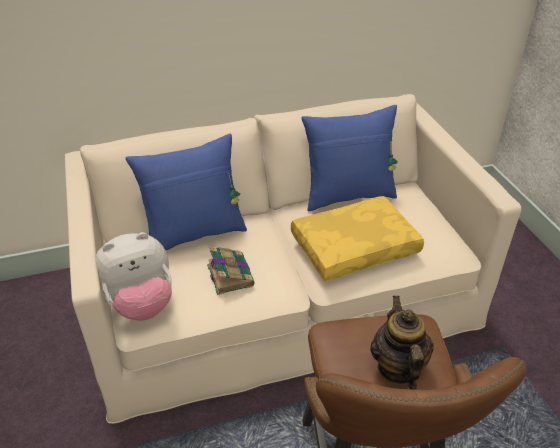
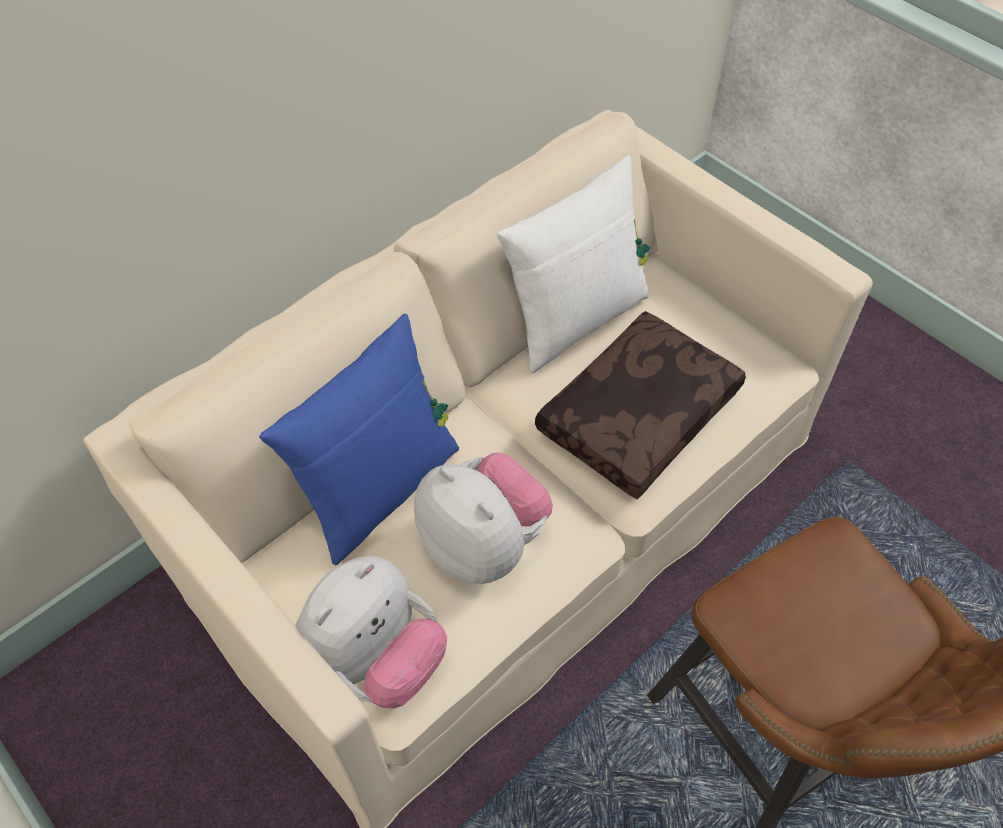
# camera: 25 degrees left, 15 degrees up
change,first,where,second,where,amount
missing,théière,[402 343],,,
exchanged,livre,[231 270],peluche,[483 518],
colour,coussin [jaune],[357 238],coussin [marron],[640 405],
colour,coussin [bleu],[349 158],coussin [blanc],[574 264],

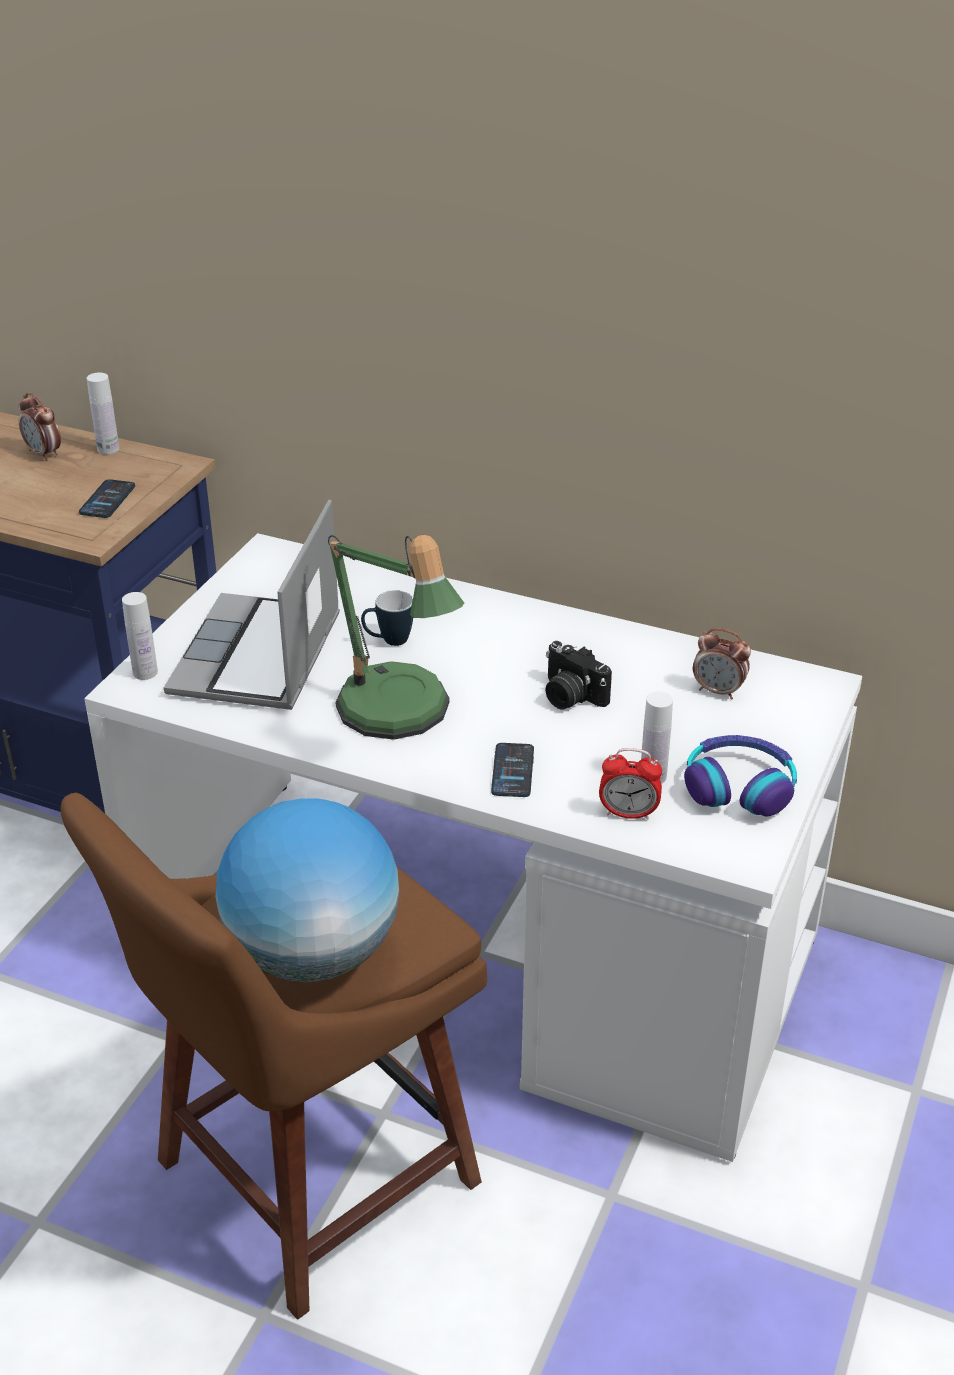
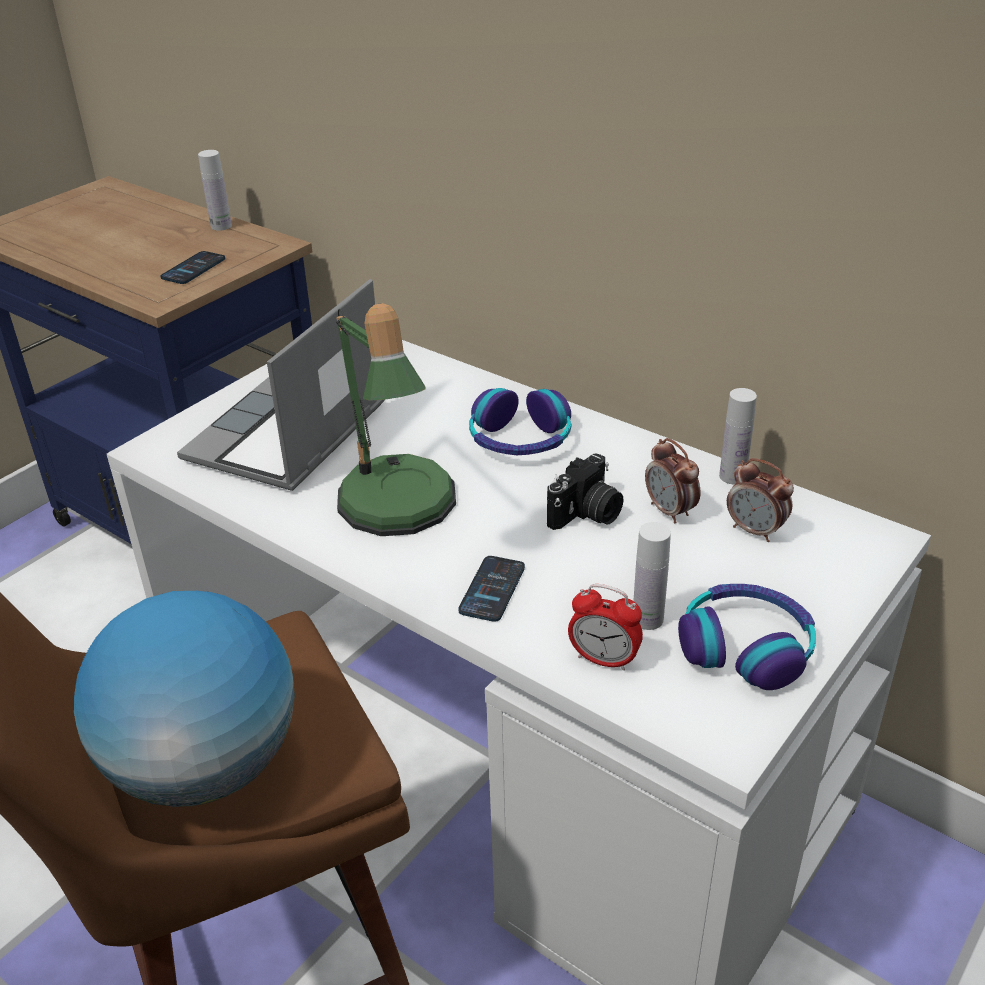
# camera: 15 degrees right, 0 degrees up
change,first,where,second,where,amount
missing,mug,[387 618],,,
appeared,,,casque audio,[520 421],
relocated,réveil,[40 427],,[673 481],
relocated,bouteille [blanc],[140 636],,[738 436],
spun,appareil photo,[578 675],,[585 492],105 degrees counterclockwise

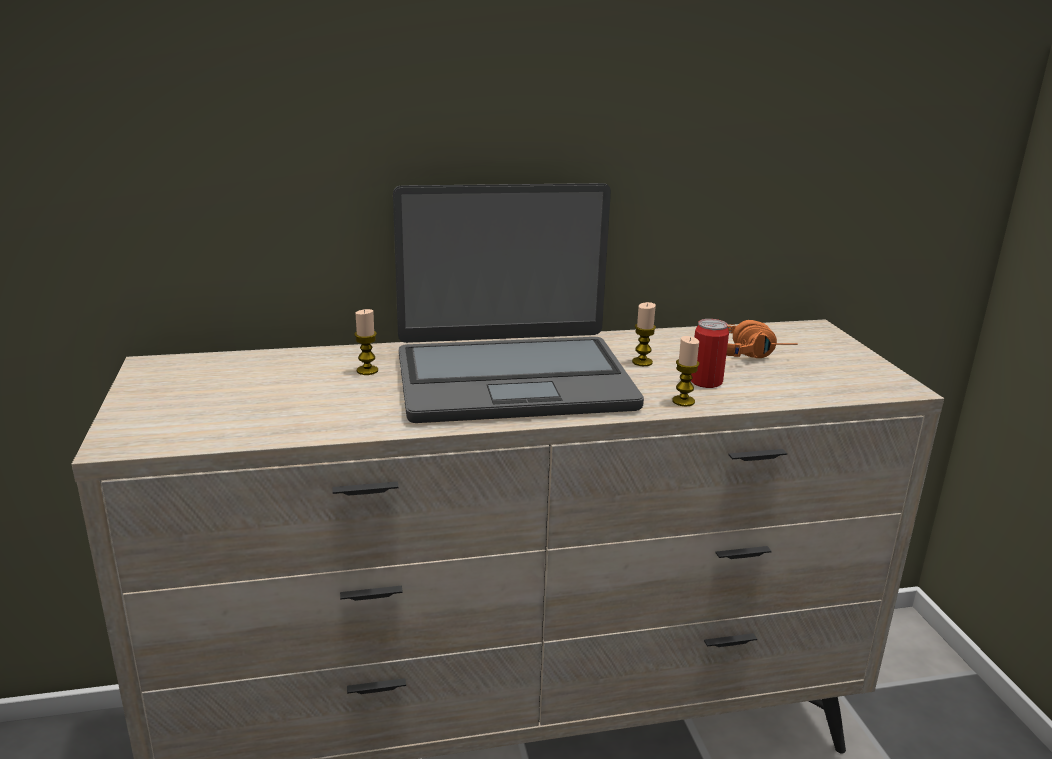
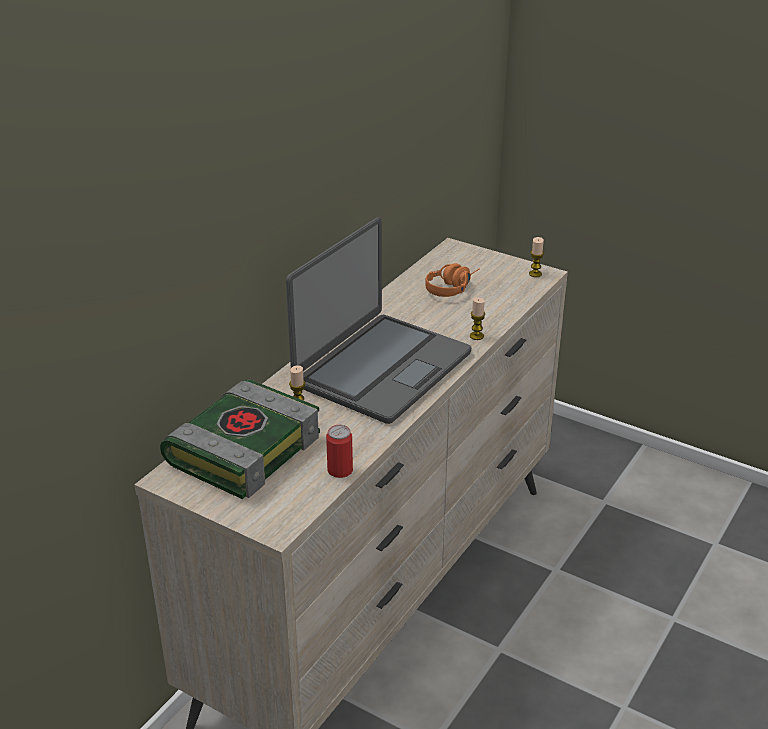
# camera: 45 degrees left, 10 degrees up
change,first,where,second,where,amount
appeared,,,livre,[240 439],
relocated,bougie,[644 334],,[536 257],
relocated,boîte métallique,[710 353],,[339 451],

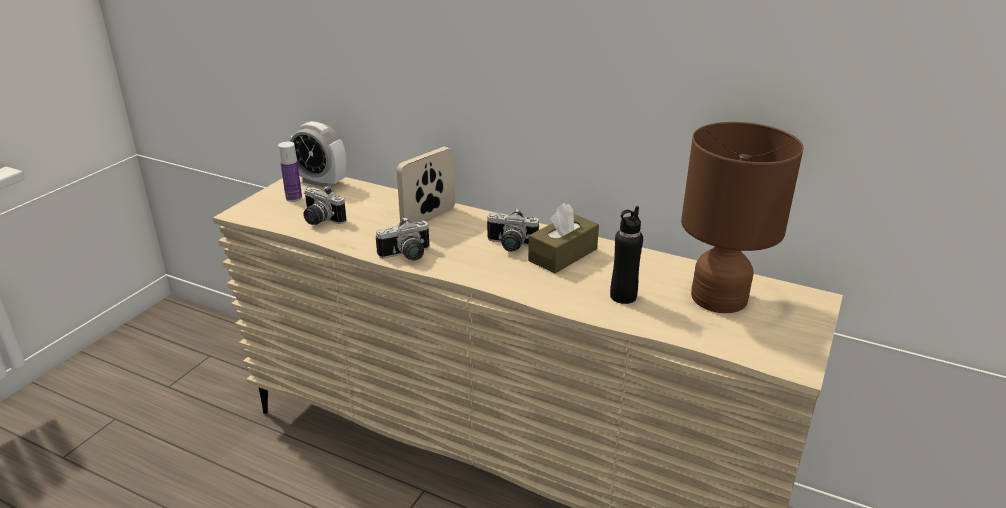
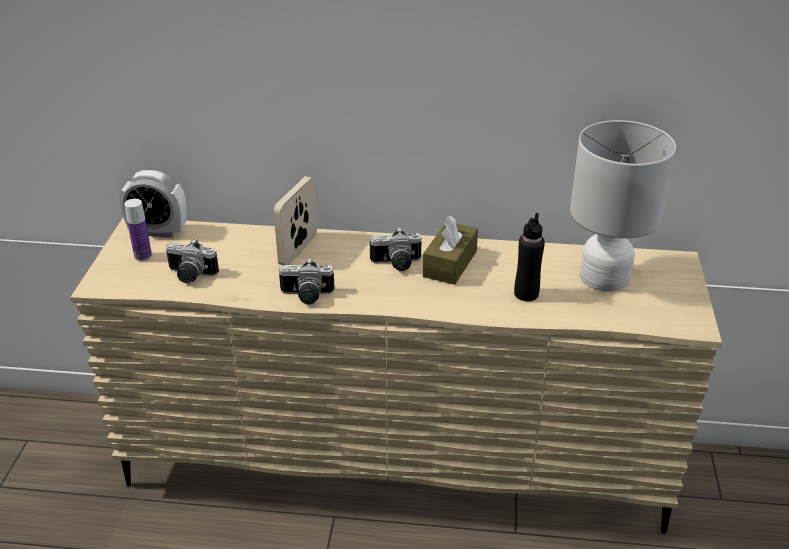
# camera: 20 degrees left, 5 degrees up
change,first,where,second,where,amount
colour,lampe de table [marron],[742 217],lampe de table [gris],[623 206],
spun,appareil photo,[402 239],,[307 281],45 degrees clockwise

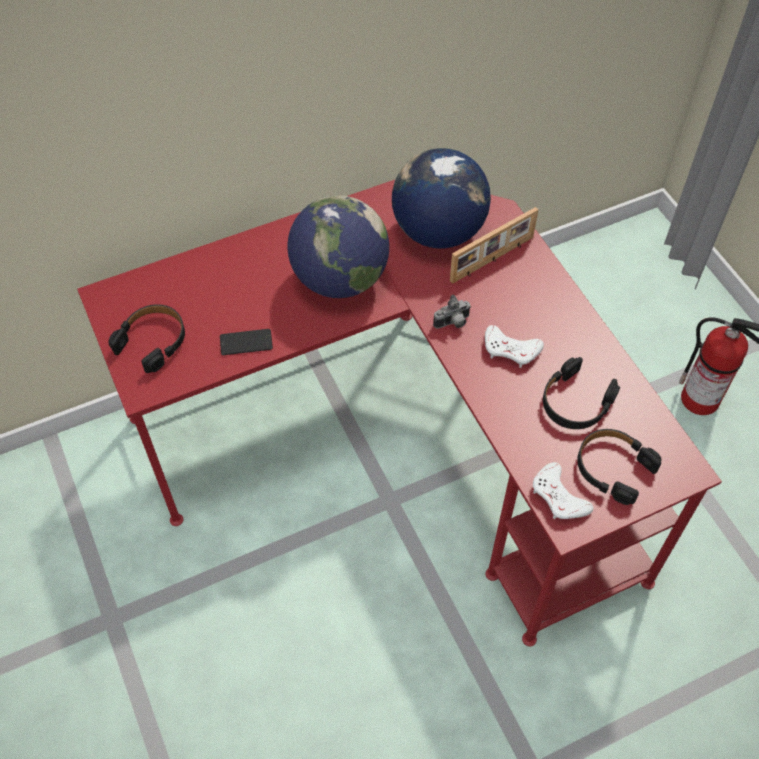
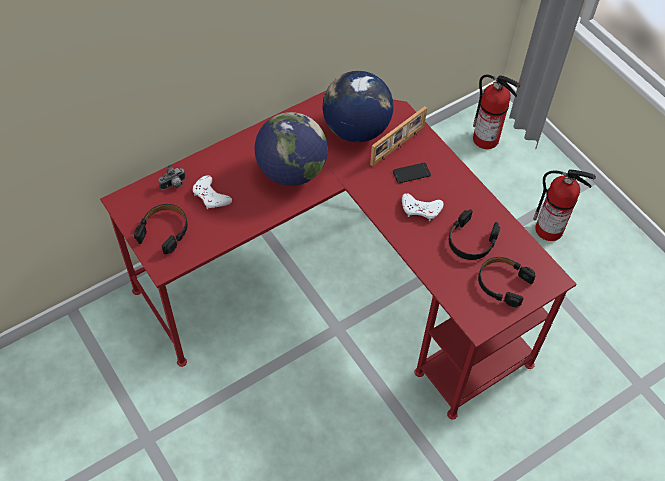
# camera: 10 degrees left, 0 degrees up
change,first,where,second,where,amount
appeared,,,extincteur,[496 112],
relocated,téléphone,[246 342],,[412 173],
relocated,appareil photo,[452 311],,[172 177],
relocated,manette [blanc],[563 490],,[212 192],

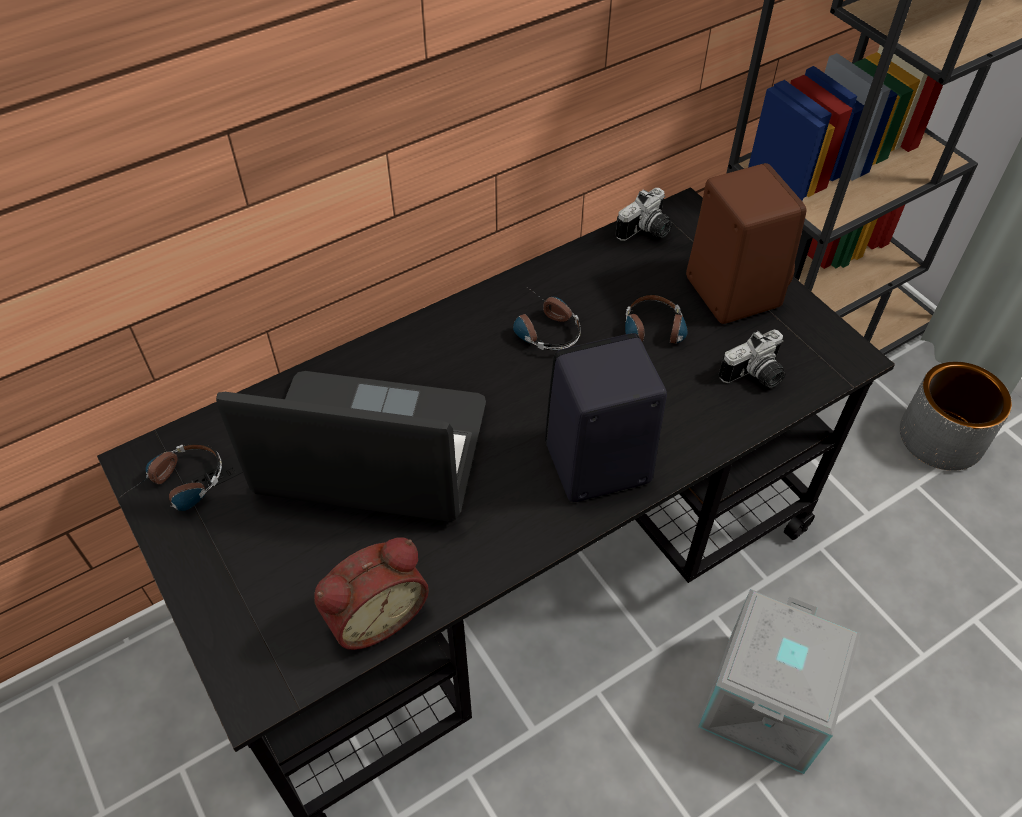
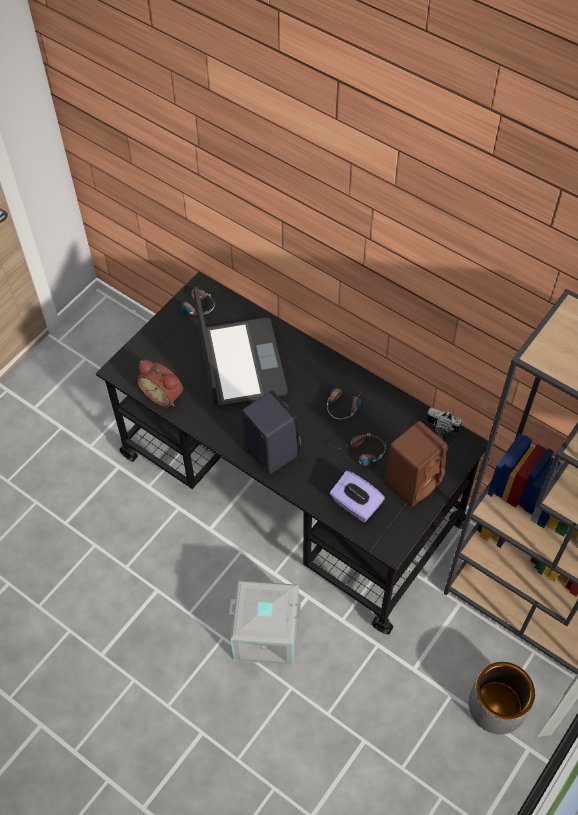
# camera: 70 degrees right, 5 degrees up
change,first,where,second,where,amount
exchanged,appareil photo,[751 359],boîte à mouchoirs [violet],[357 496],

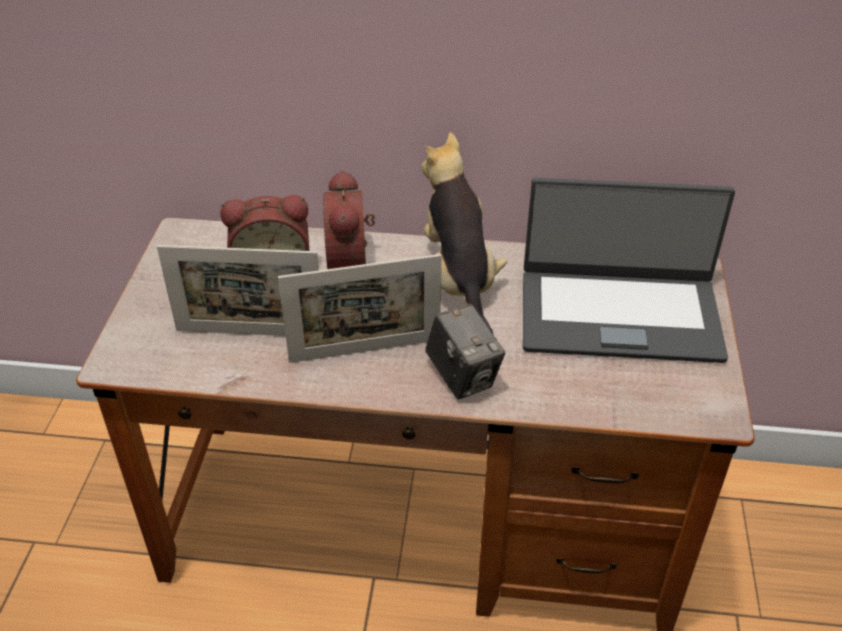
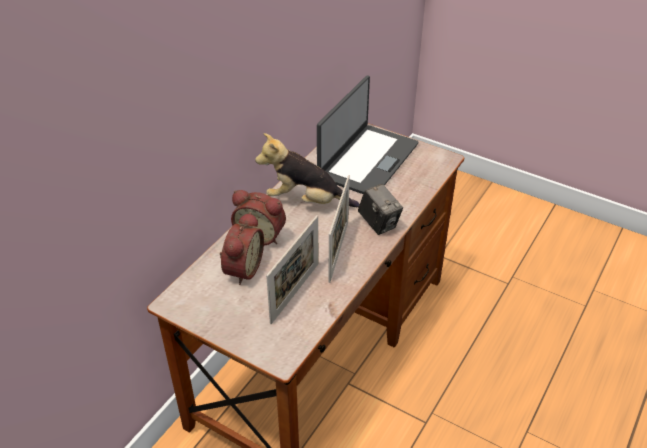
# camera: 65 degrees left, 0 degrees up
change,first,where,second,where,amount
spun,appareil photo,[465 352],,[380 209],60 degrees clockwise

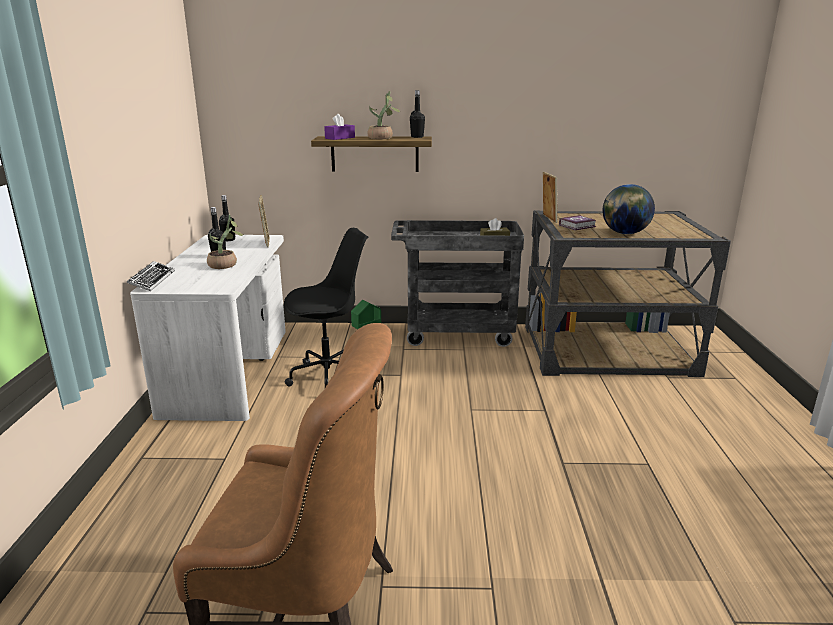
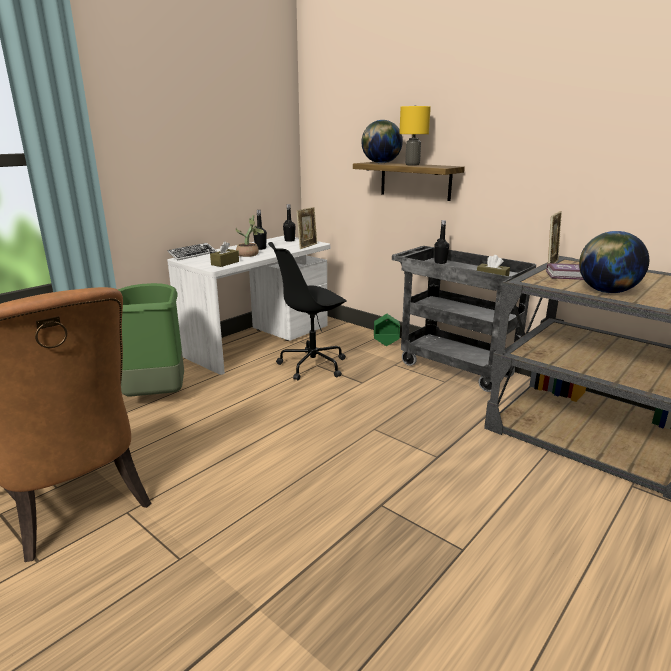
# camera: 40 degrees right, 0 degrees up
change,first,where,second,where,amount
appeared,,,poubelle [vert],[151 339],
appeared,,,boîte à mouchoirs [marron],[224 254],
relocated,bouteille [noir],[417 114],,[441 242],
exchanged,boîte à mouchoirs [violet],[339 127],globe,[382 141],
exchanged,plante en pot,[384 115],lampe de table [jaune],[415 135],
spun,chaise de bureau [noir],[326 307],,[307 311],135 degrees clockwise

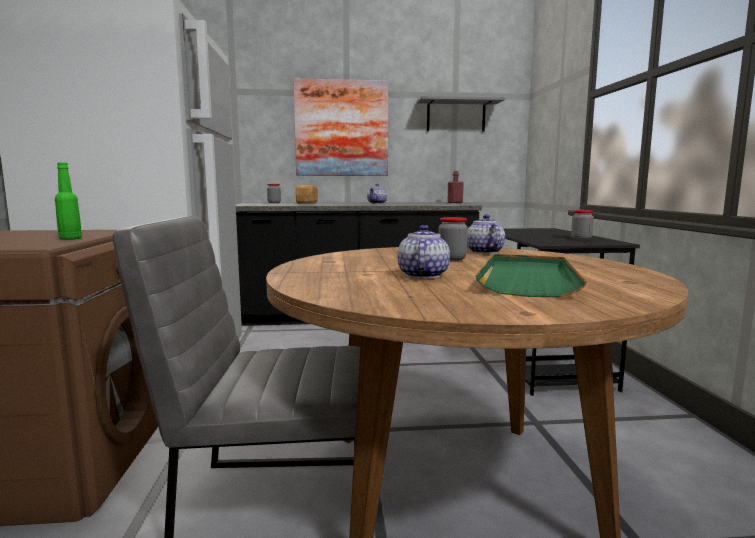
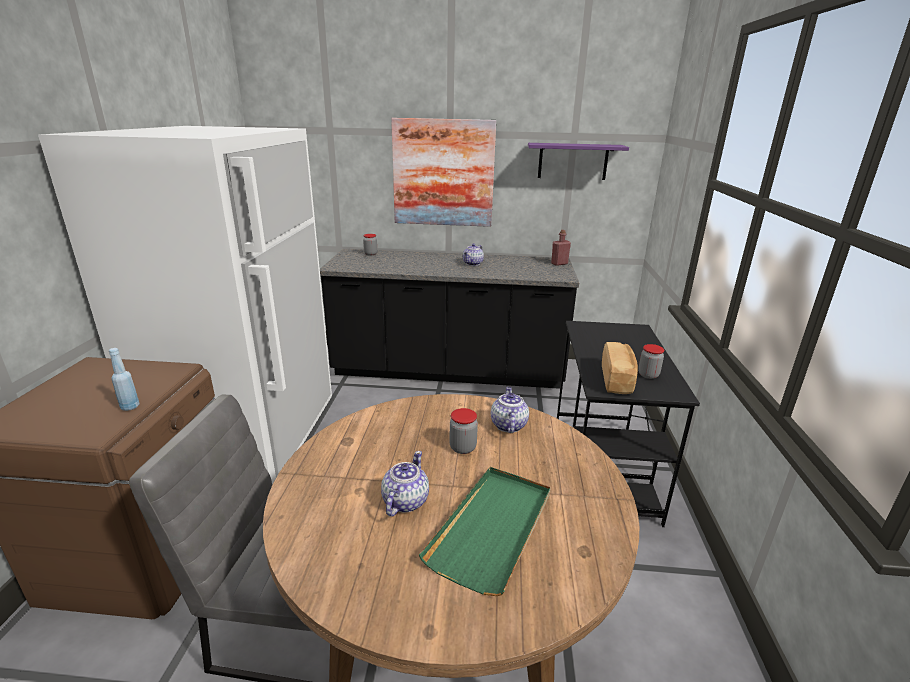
# camera: 10 degrees right, 15 degrees up
change,first,where,second,where,amount
relocated,pain,[307 194],,[620 368],
colour,bouteille [vert],[68 201],bouteille [bleu],[124 379],
colour,étagère [gris],[460 114],étagère [violet],[578 161],

